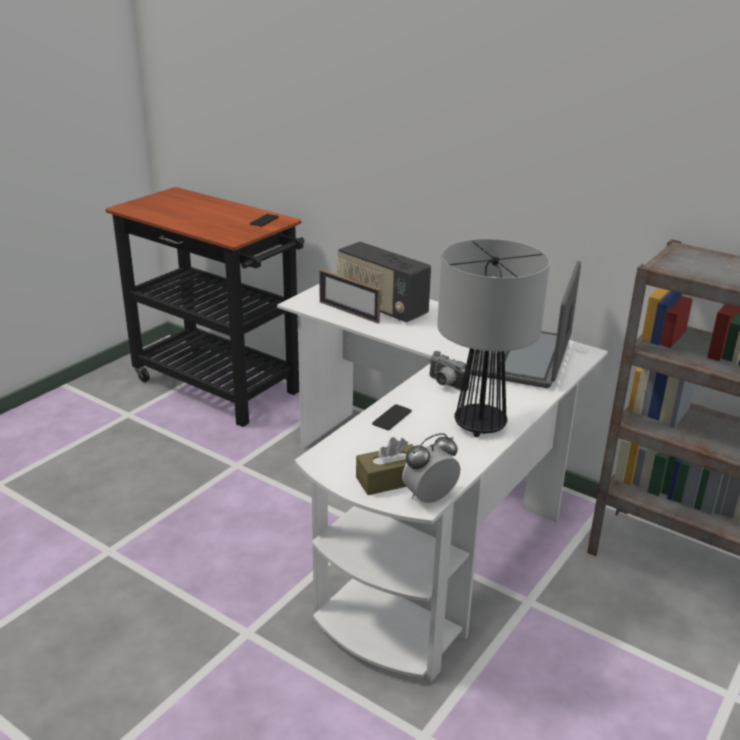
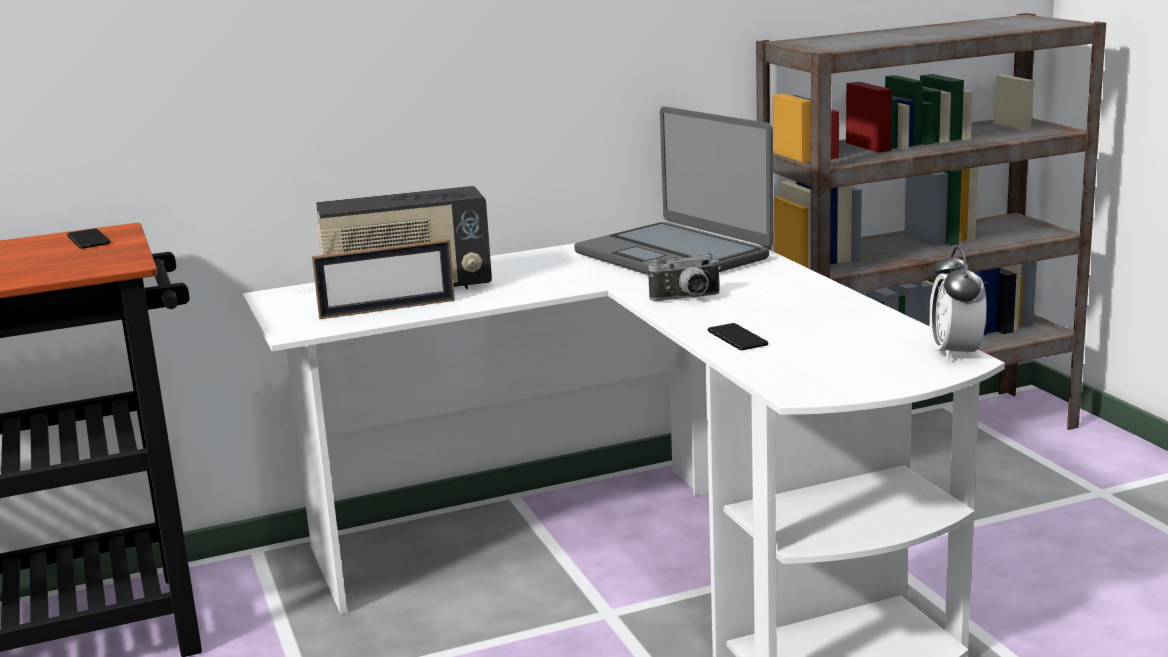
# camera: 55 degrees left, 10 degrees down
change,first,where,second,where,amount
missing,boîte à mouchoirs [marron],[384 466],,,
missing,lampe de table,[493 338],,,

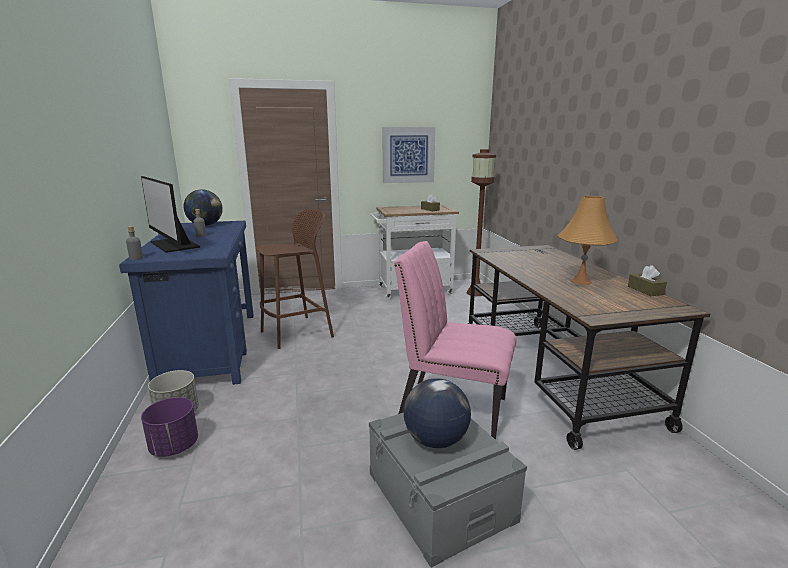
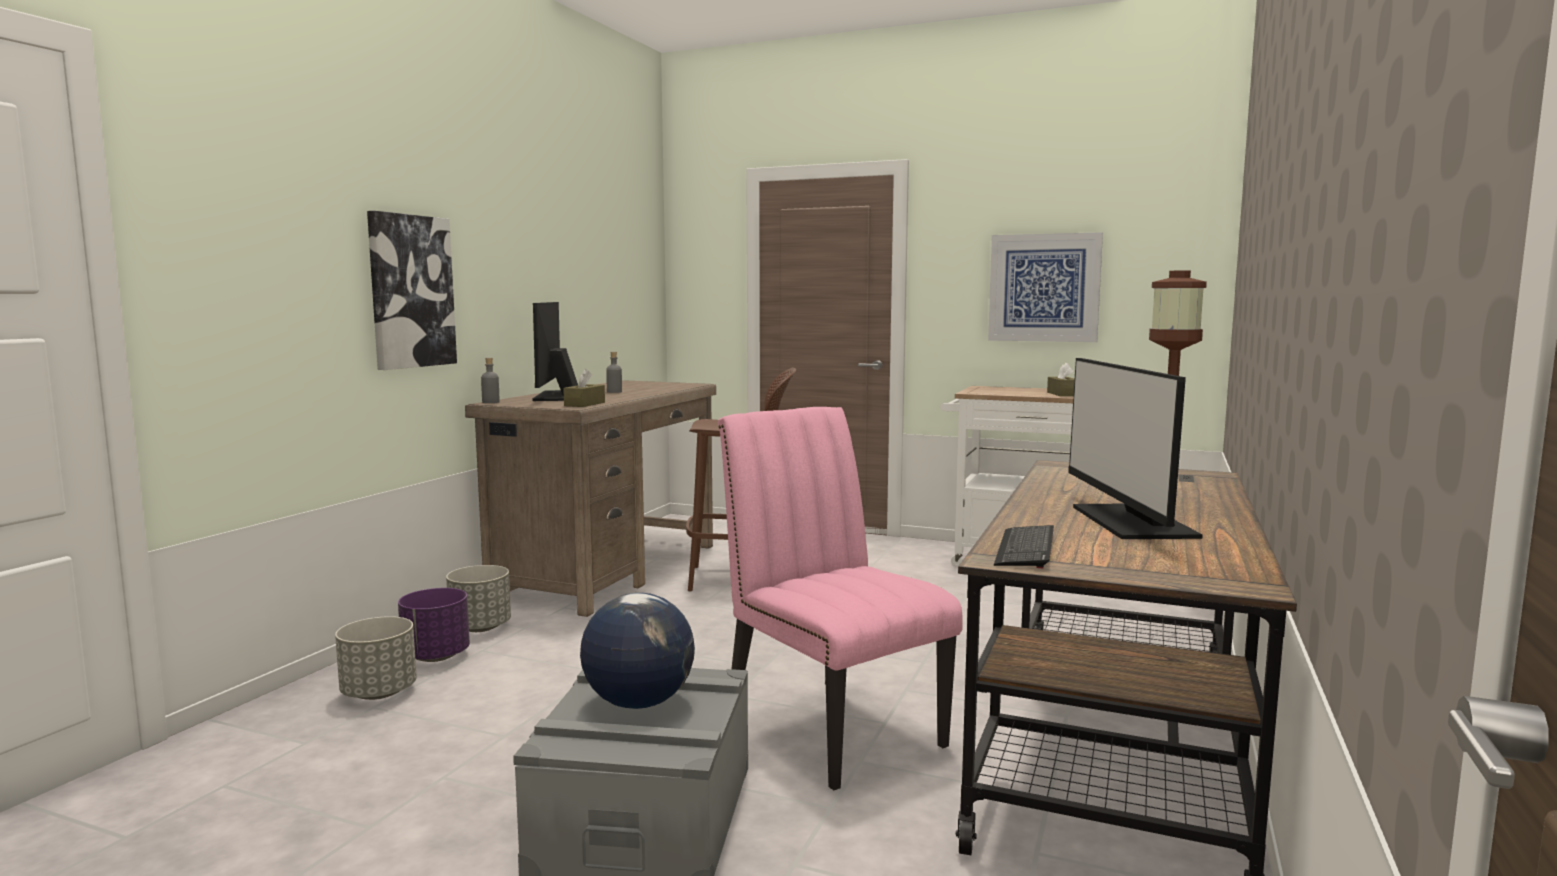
# camera: 35 degrees right, 10 degrees down
change,first,where,second,where,amount
missing,globe,[203 207],,,
appeared,,,cache-pot [gris],[376 658],
appeared,,,tableau,[412 290],
appeared,,,clavier,[1024 547],
relocated,boîte à mouchoirs [marron],[647 280],,[584 388],
exchanged,lampe de table [orange],[588 240],écran d'ordinateur,[1135 448],
colour,bureau [bleu],[186 303],bureau [marron],[590 498],

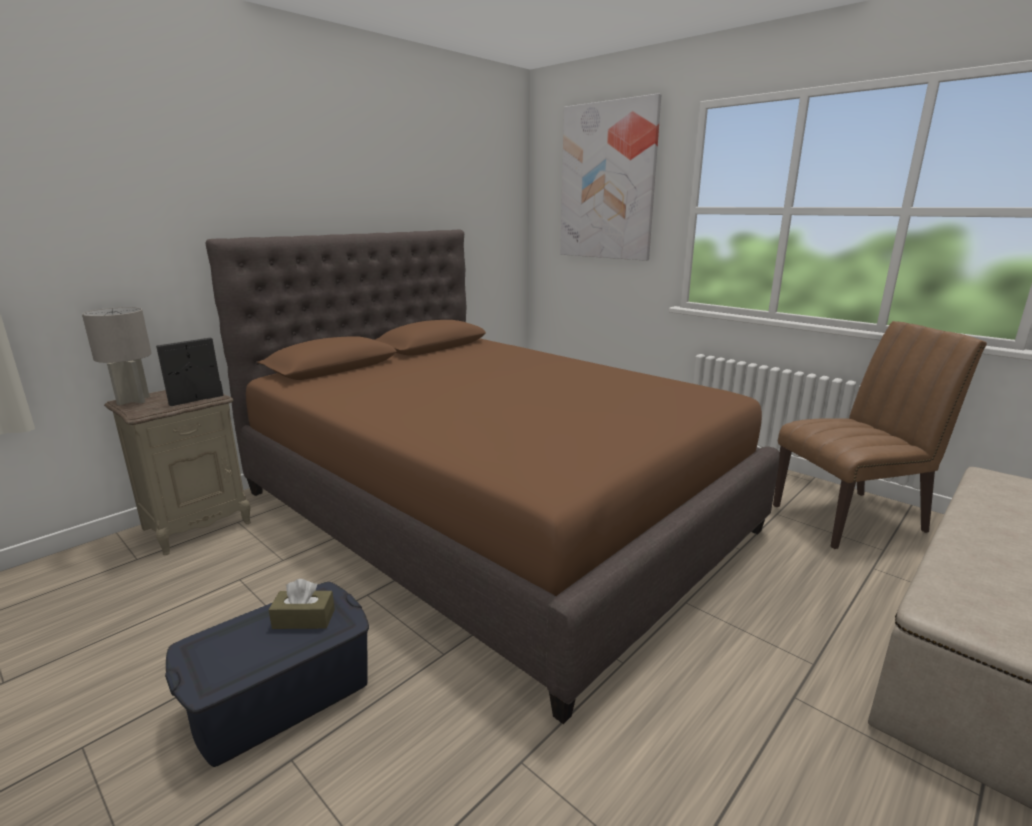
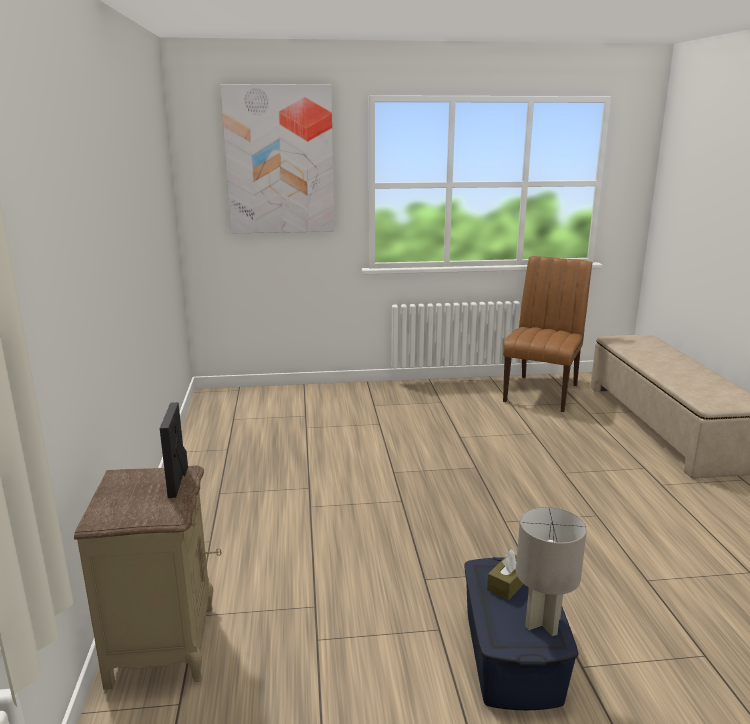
# camera: 50 degrees left, 0 degrees up
change,first,where,second,where,amount
missing,lit [marron],[493 477],,,
relocated,lampe de table [gris],[117 356],,[551 571],

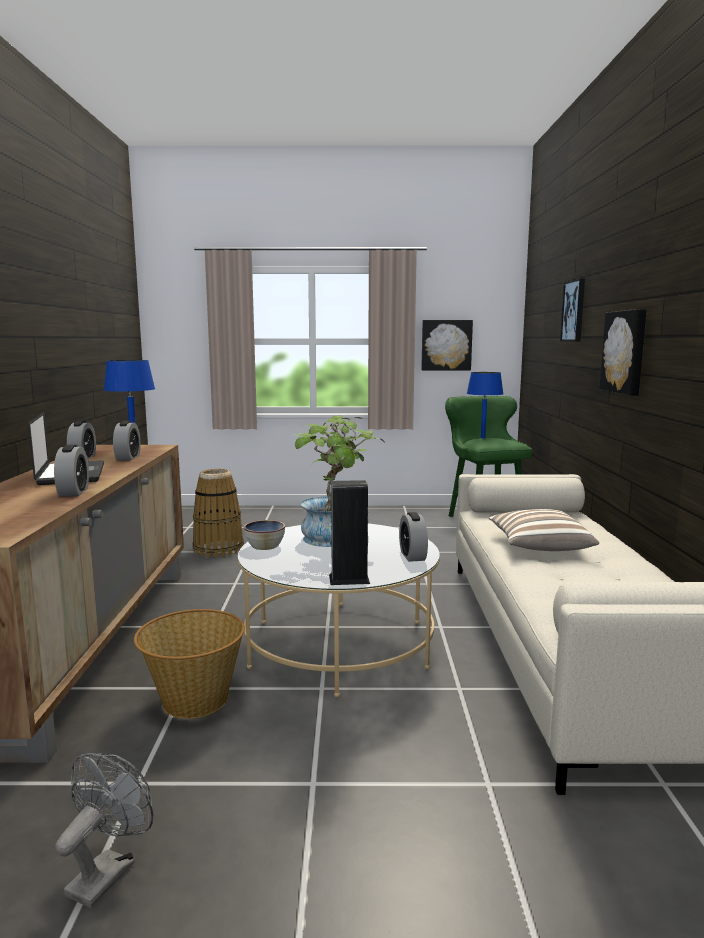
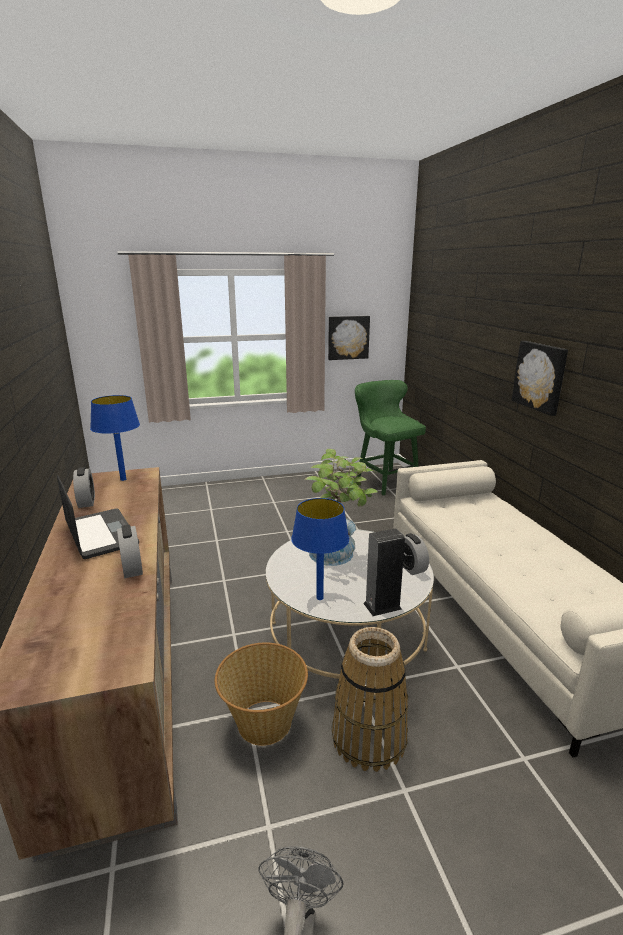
# camera: 15 degrees left, 10 degrees up
change,first,where,second,where,amount
missing,réveil,[127 441],,,
missing,bol,[264 535],,,
missing,coussin,[544 530],,,
missing,tableau,[572 309],,,
relocated,panier,[218 513],,[370 699],
relocated,lampe de table [bleu],[485 405],,[320 549],

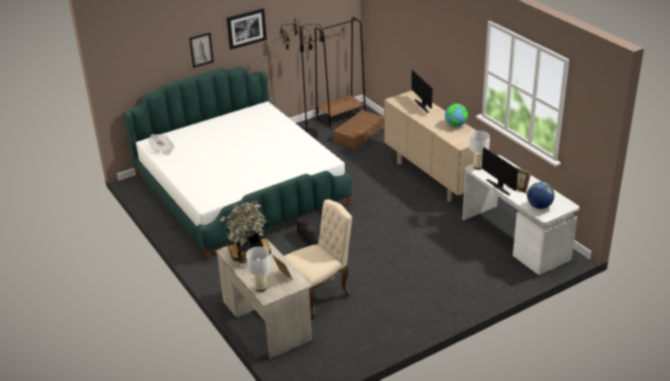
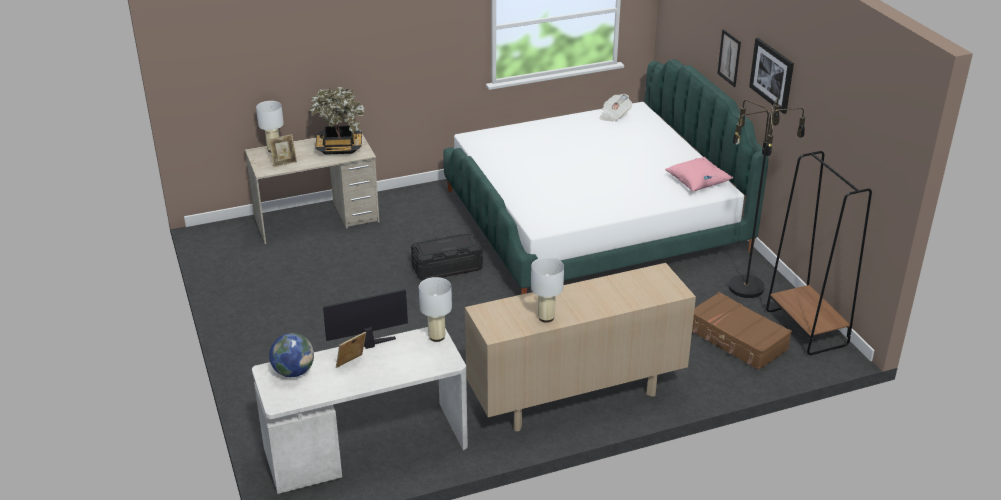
# camera: 100 degrees right, 0 degrees up
change,first,where,second,where,amount
missing,chaise [beige],[318 259],,,
missing,écran d'ordinateur,[422 91],,,
appeared,,,coussin [rose],[699 174],
exchanged,globe,[456 115],lampe de table [blanc],[547 290],

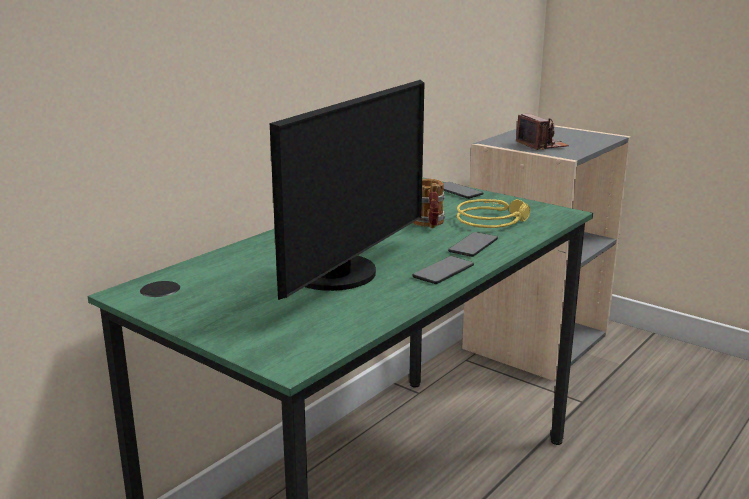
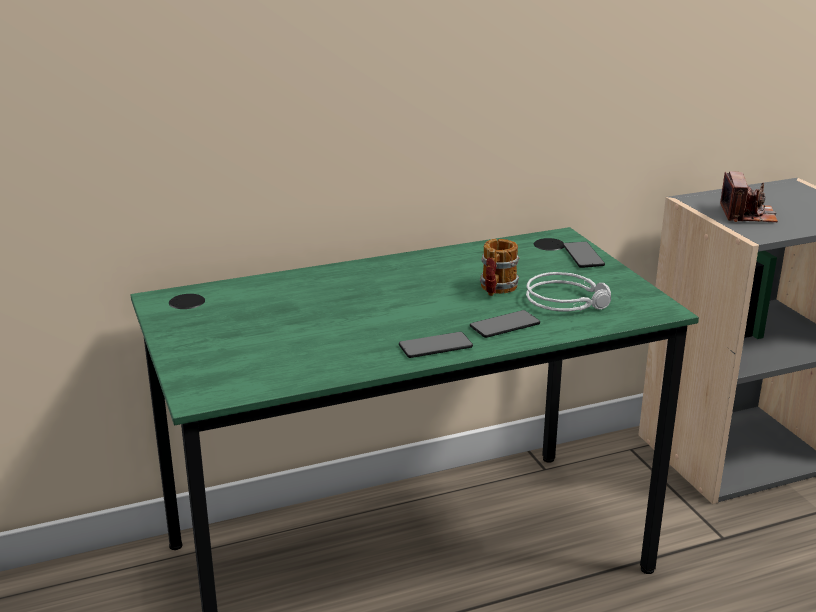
# camera: 30 degrees right, 5 degrees up
change,first,where,second,where,amount
missing,écran d'ordinateur,[347 190],,,
colour,casque audio [jaune],[493 213],casque audio [gris],[568 291],

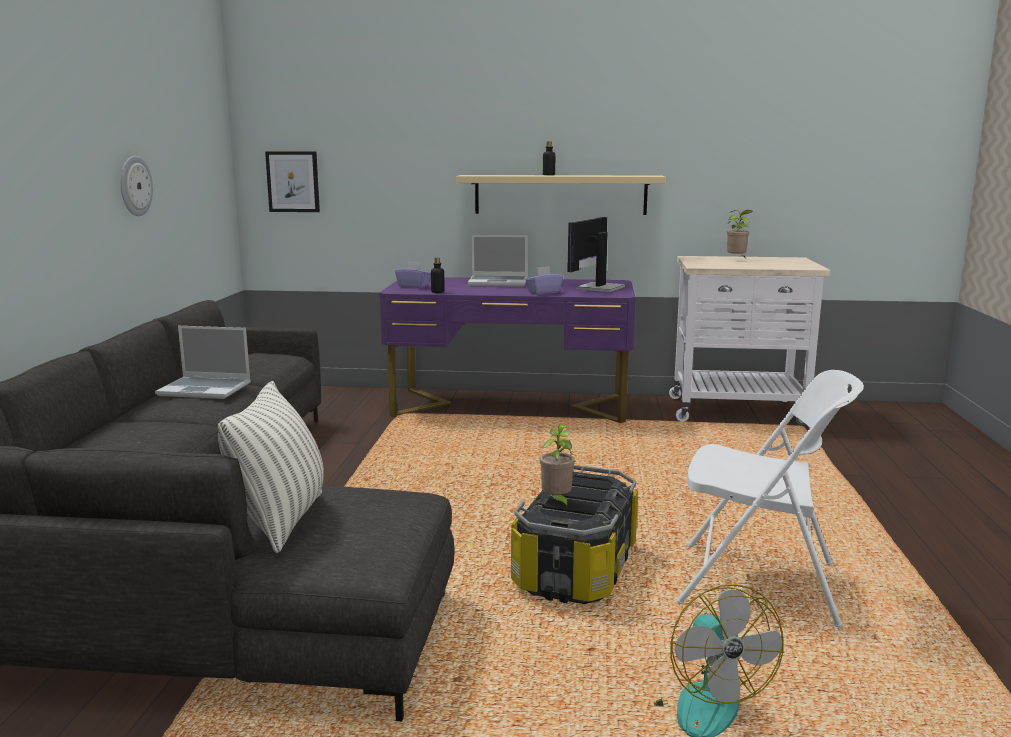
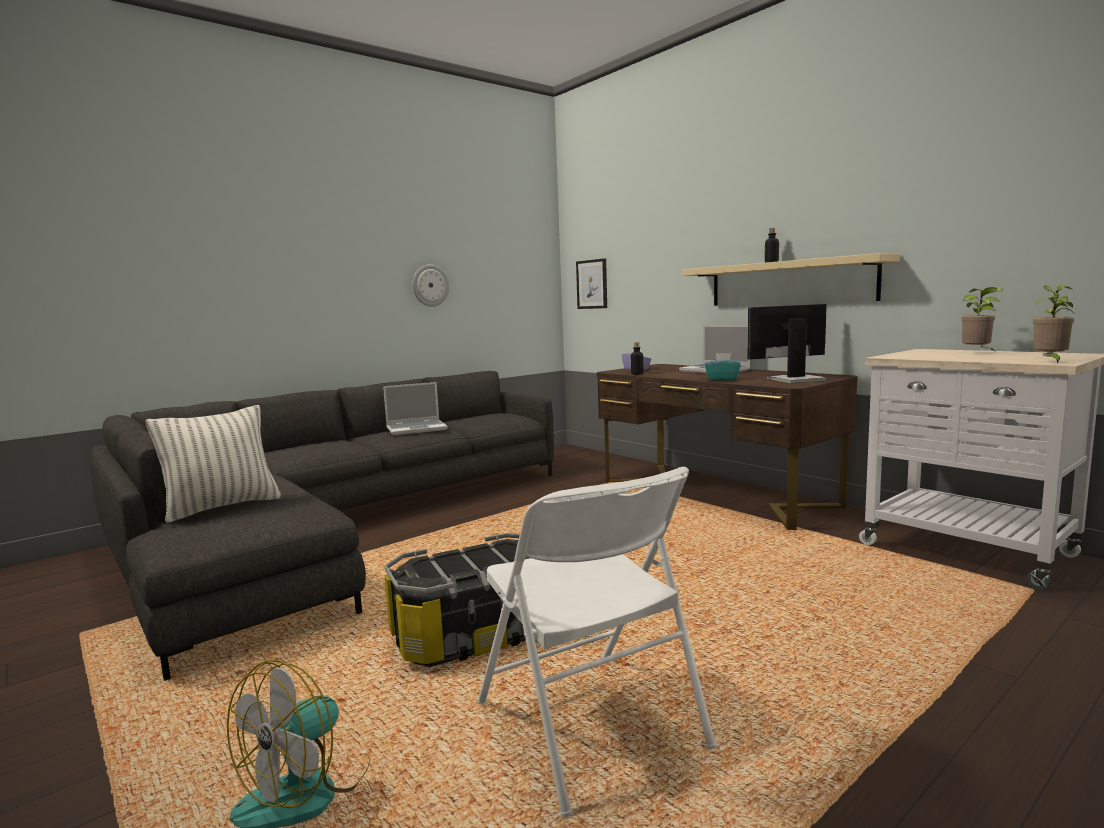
# camera: 45 degrees right, 5 degrees down
change,first,where,second,where,amount
relocated,plante en pot,[557 466],,[1054 324],
colour,bureau [violet],[507 350],bureau [marron],[727 447],
colour,boîte à mouchoirs [violet],[544 280],boîte à mouchoirs [turquoise],[723 367],
spun,ordinateur portable,[203 362],,[415 408],75 degrees counterclockwise

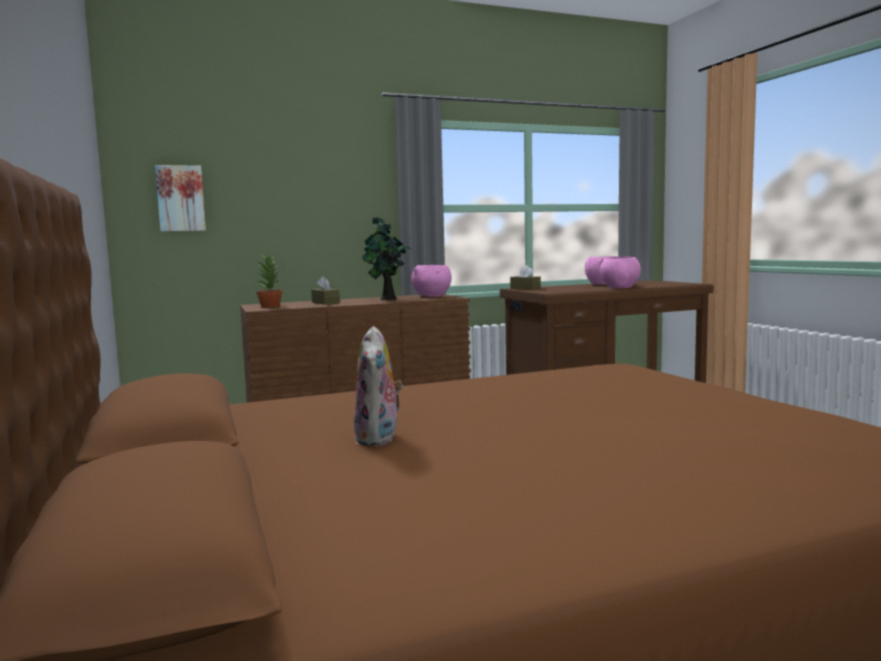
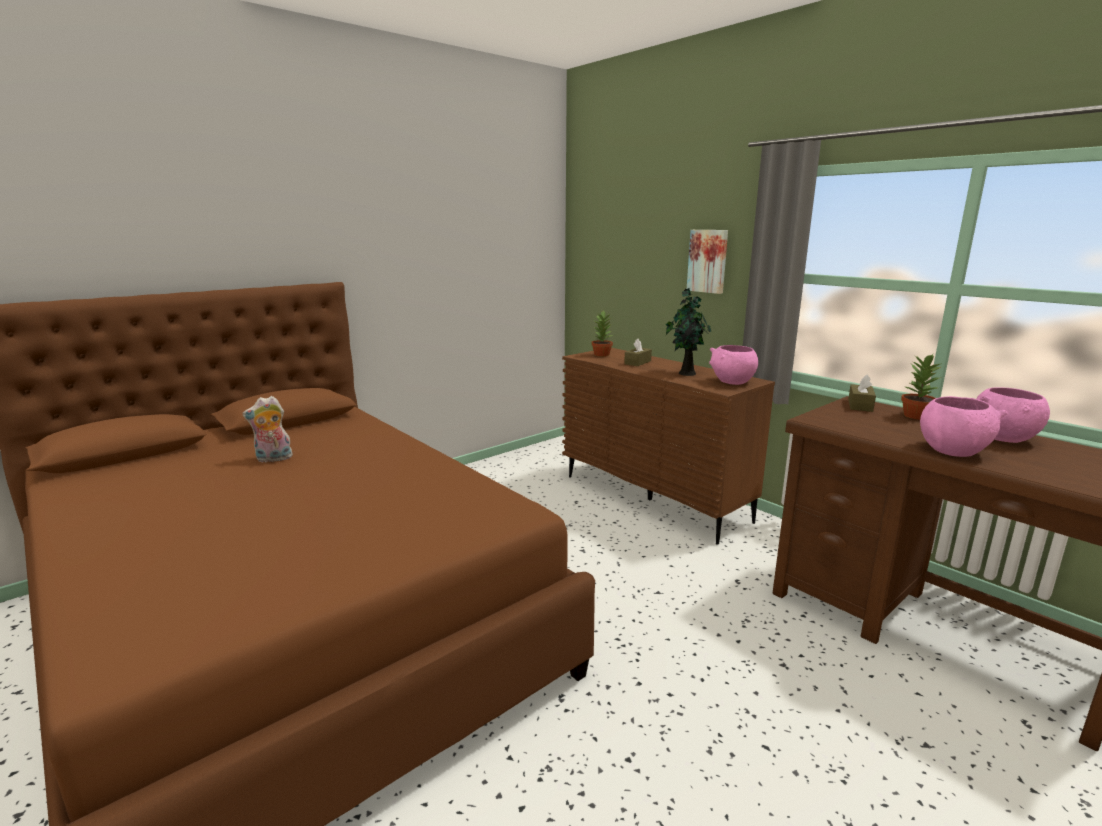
# camera: 70 degrees right, 10 degrees up
change,first,where,second,where,amount
appeared,,,plante en pot,[921 387],
relocated,tableau,[180 198],,[707 262],

